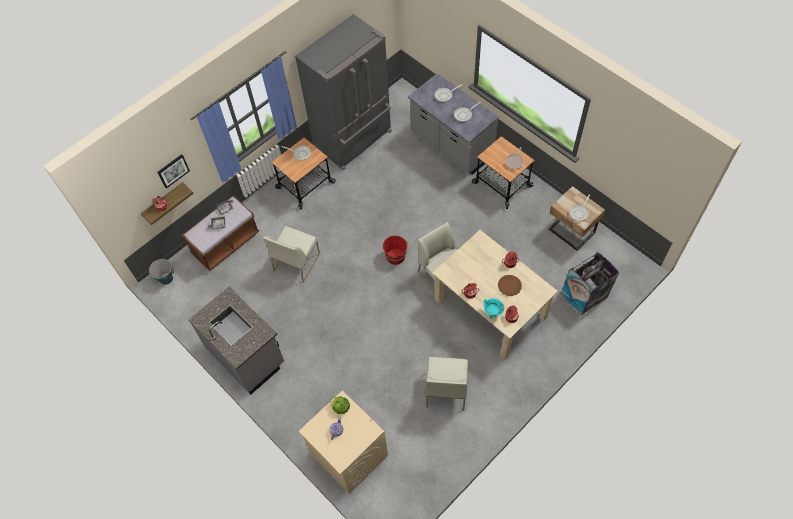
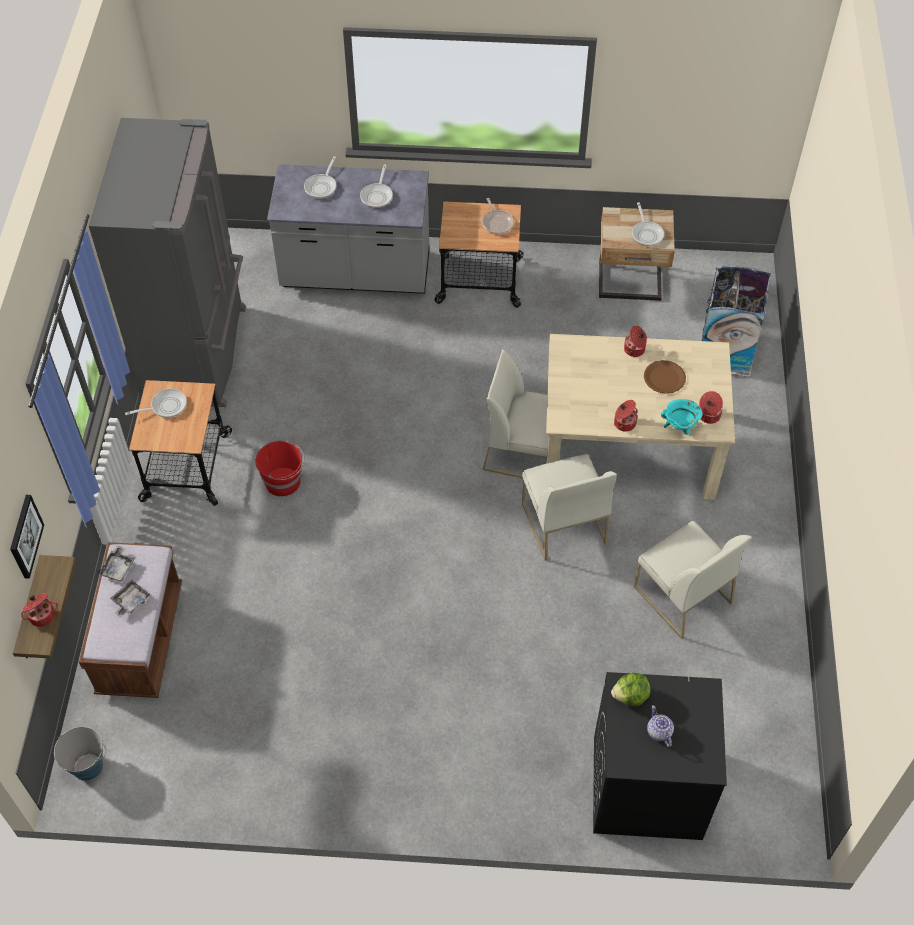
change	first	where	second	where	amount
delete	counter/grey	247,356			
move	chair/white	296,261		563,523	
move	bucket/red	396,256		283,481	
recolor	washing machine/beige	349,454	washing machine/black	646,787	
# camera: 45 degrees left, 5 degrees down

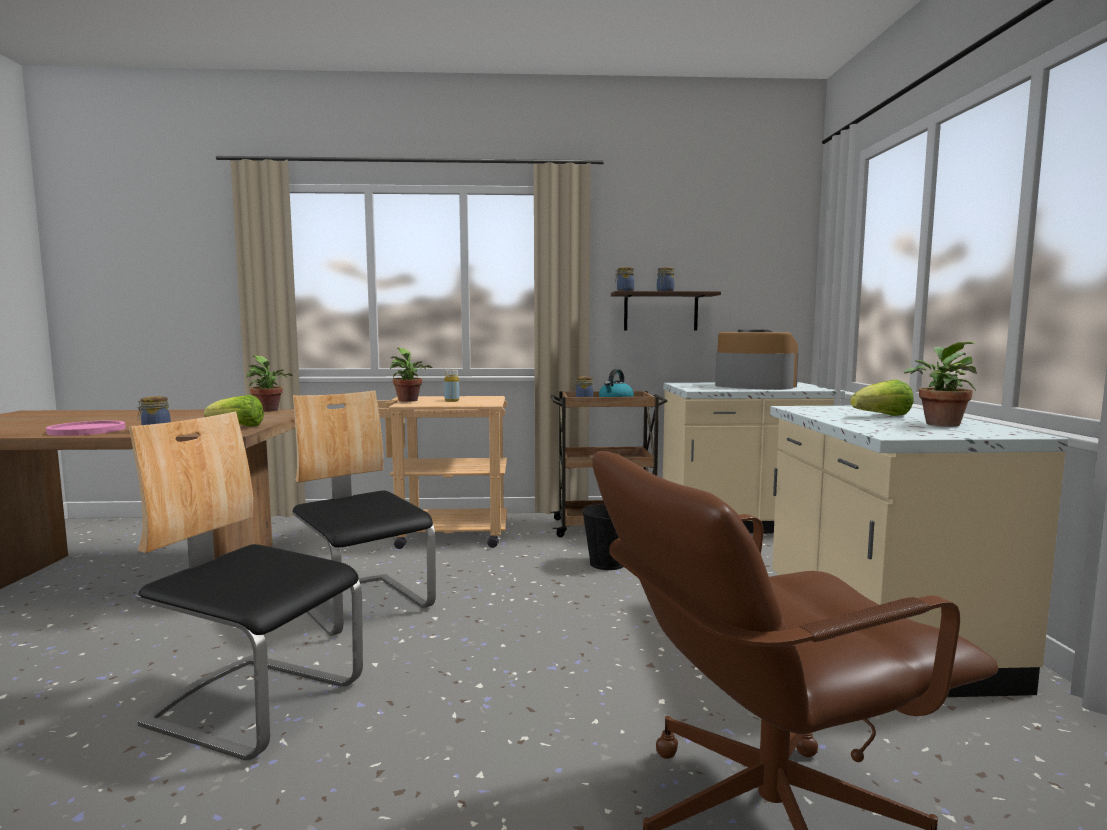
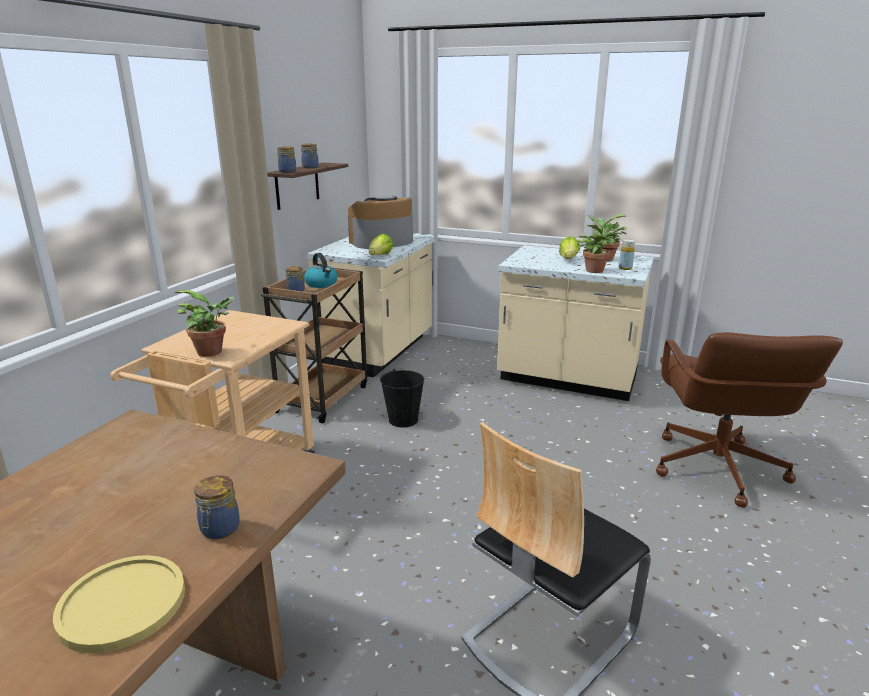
change	first	where	second	where	amount
delete	chair	364,604			
move	lettuce	238,427		380,256	
move	potted plant	268,411		596,270	
move	bottle/yellow	452,401		625,268	
recolor	plate/pink	87,430	plate/yellow	122,604	
# camera: 65 degrees left, 15 degrees up

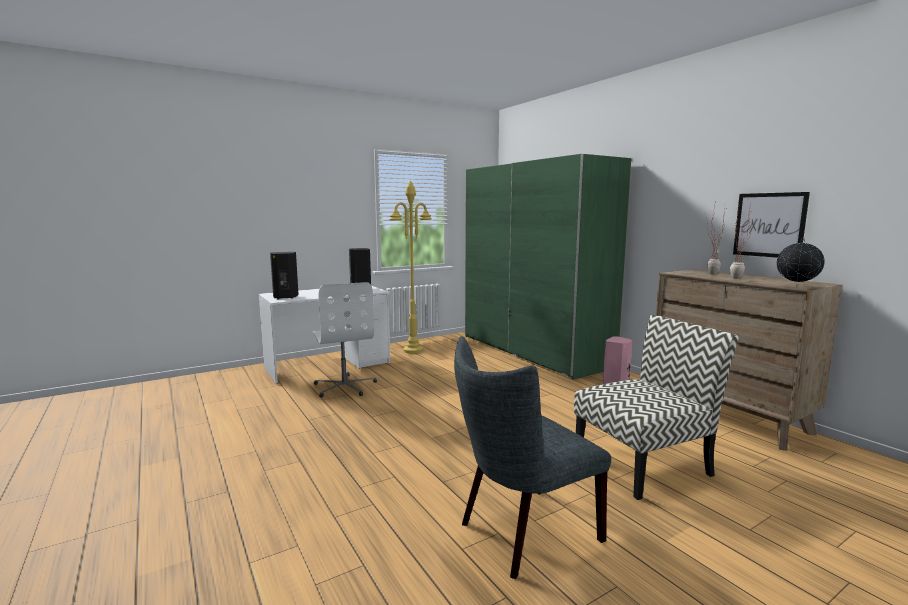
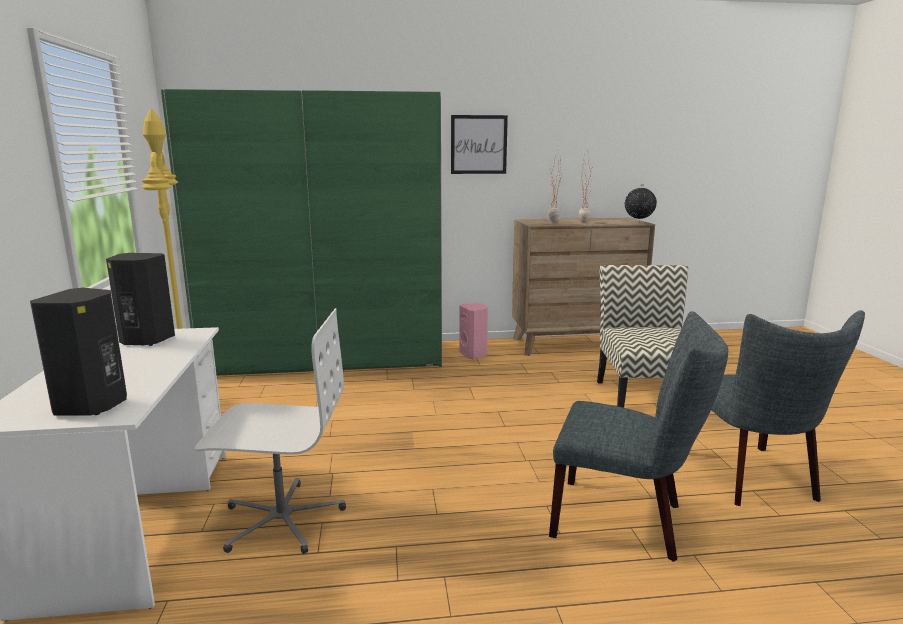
change	first	where	second	where	amount
insert			chair/grey	626,520	
move	picture	769,225		478,144	
# camera: 65 degrees left, 5 degrees up

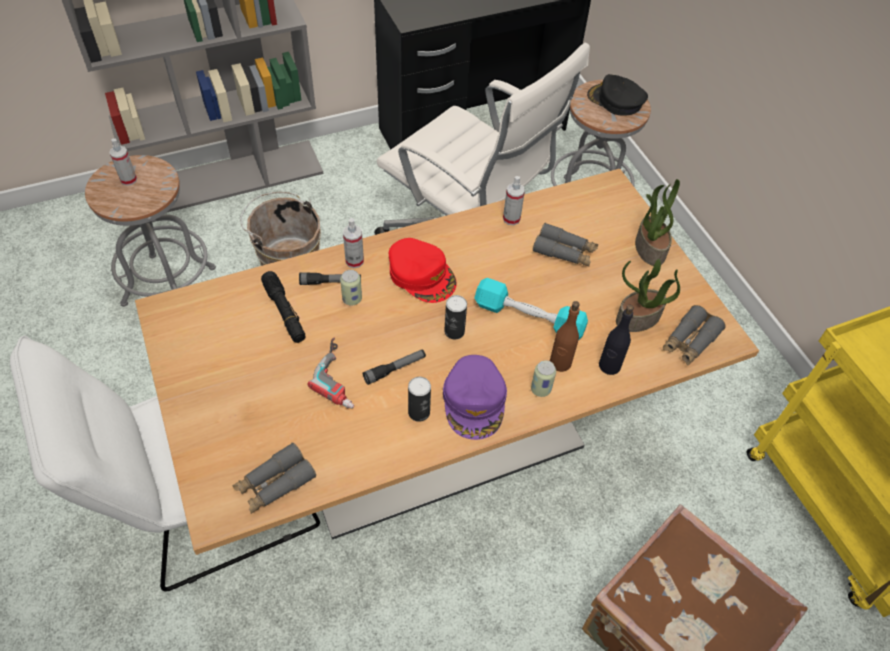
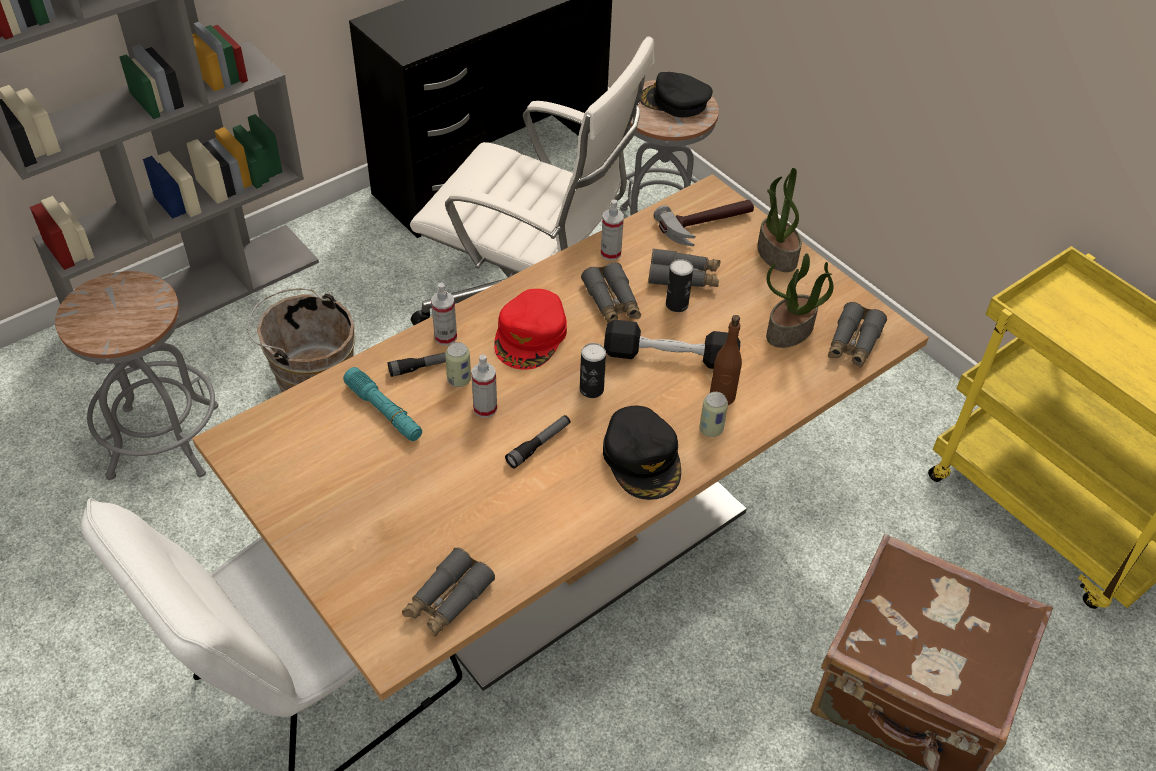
change	first	where	second	where	amount
delete	power drill	342,376			
delete	bottle/black	609,366			
insert			binoculars/grey	612,302	
insert			hammer	707,226	
move	spray bottle	128,180		485,408	
move	can	419,412		677,304	
recolor	flashlight/black	284,312	flashlight/turquoise	384,411	
recolor	cap/purple	475,401	cap/black	643,458	
recolor	dumbbell/turquoise	529,318	dumbbell/black	670,357	
rotate	cap/red	422,275		531,336	75 degrees clockwise
# camera: 15 degrees left, 5 degrees down

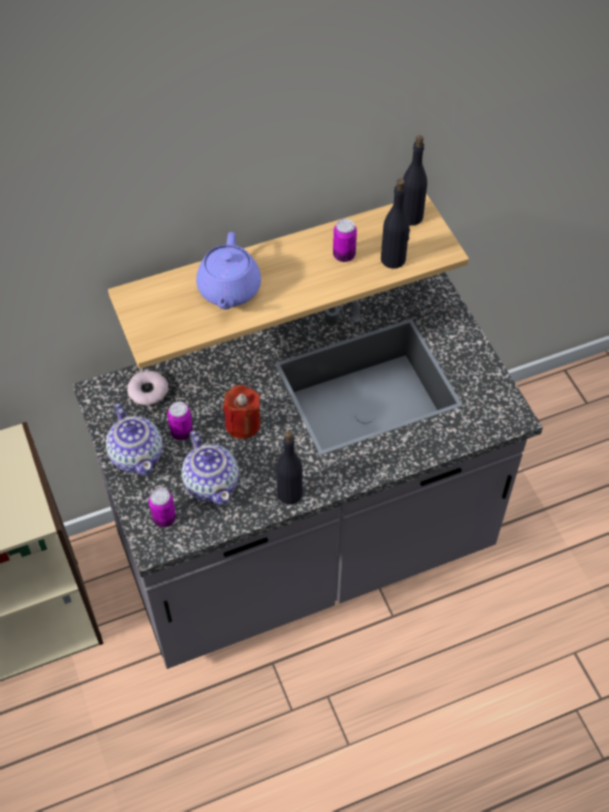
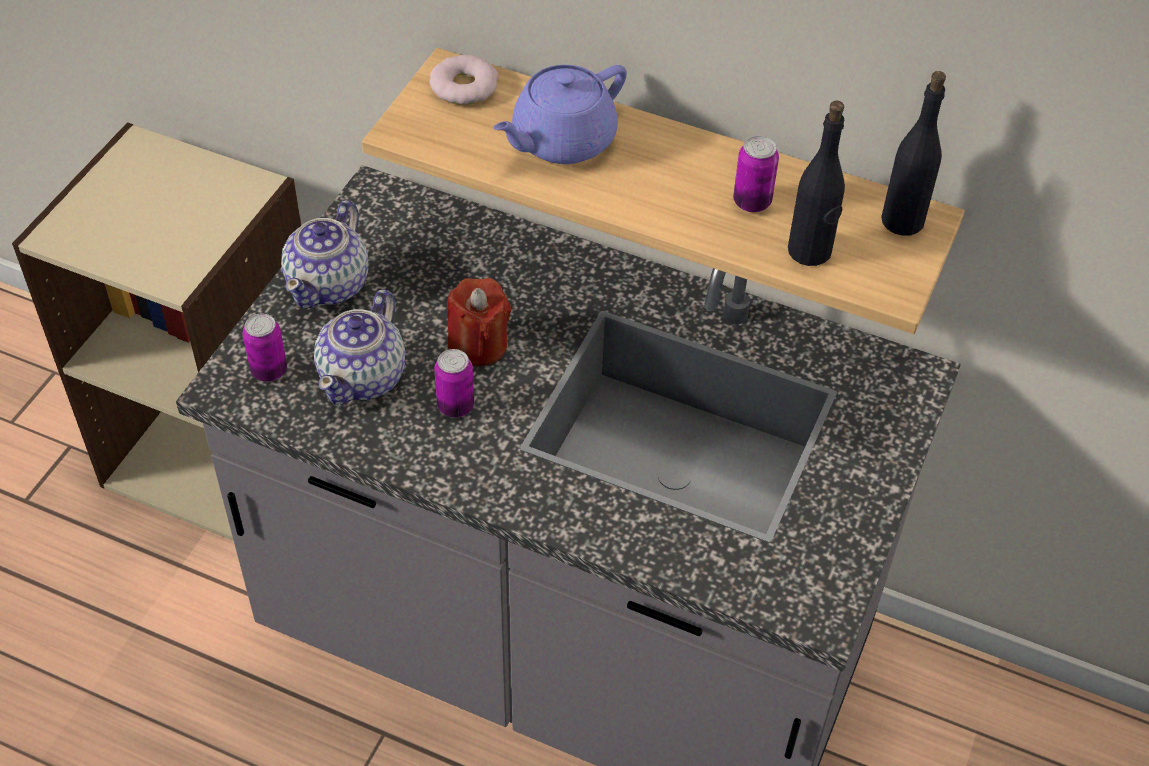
change	first	where	second	where	amount
delete	bottle/black	289,494			
move	donut	148,391		464,86	
move	can	182,433		455,406	
# camera: 45 degrees right, 5 degrees down

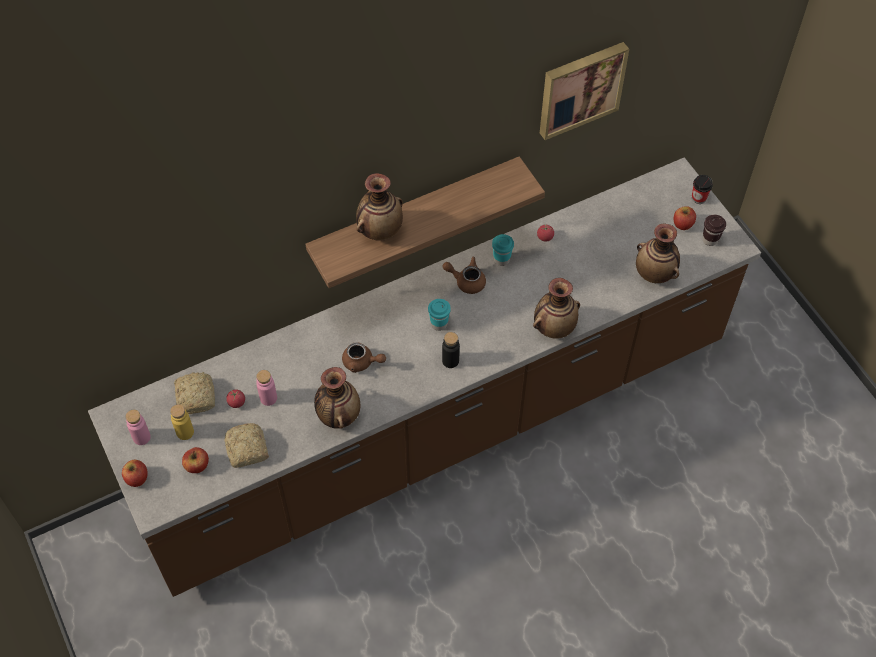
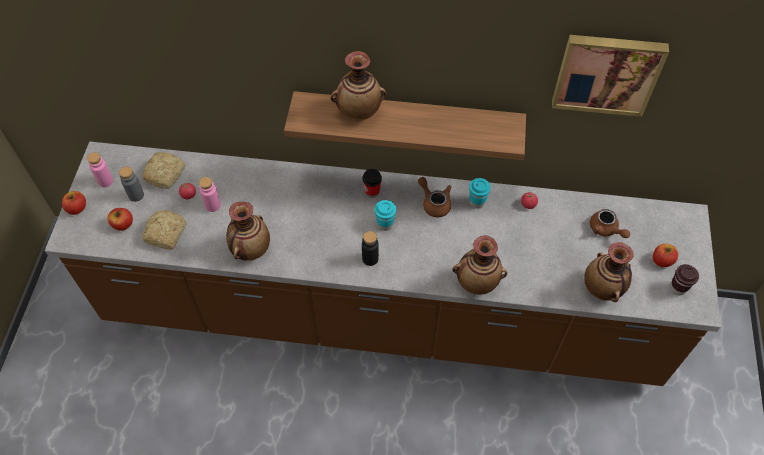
change	first	where	second	where	amount
move	teapot/brown	362,363		605,230	
move	cup	698,198		372,191	
recolor	bottle/yellow	185,432	bottle/grey	136,195	
# camera: 35 degrees right, 0 degrees up

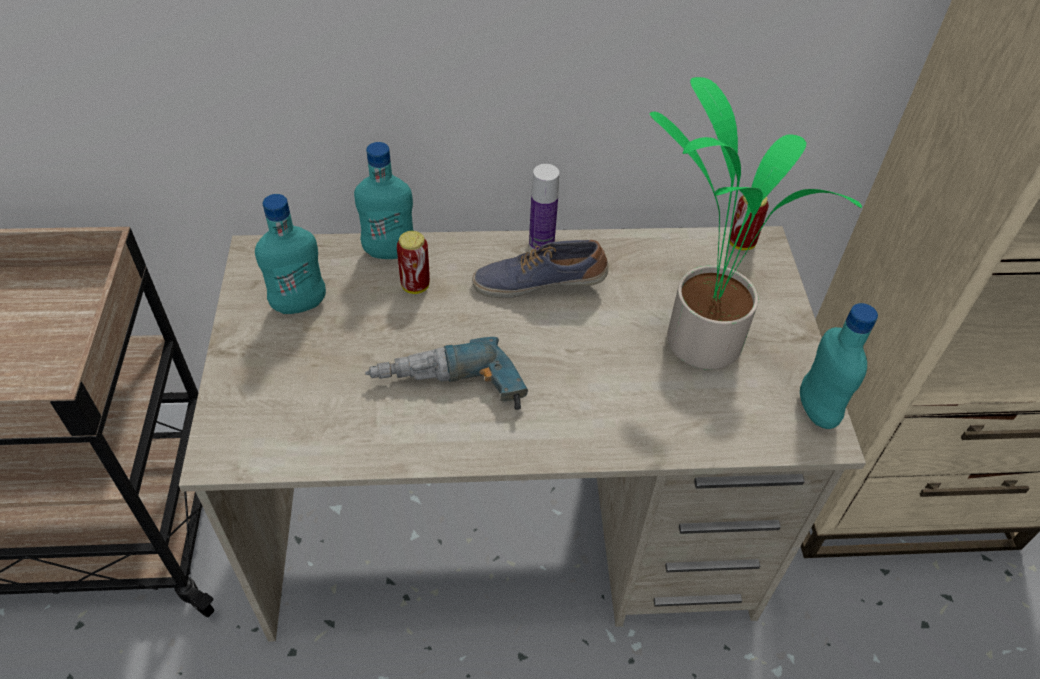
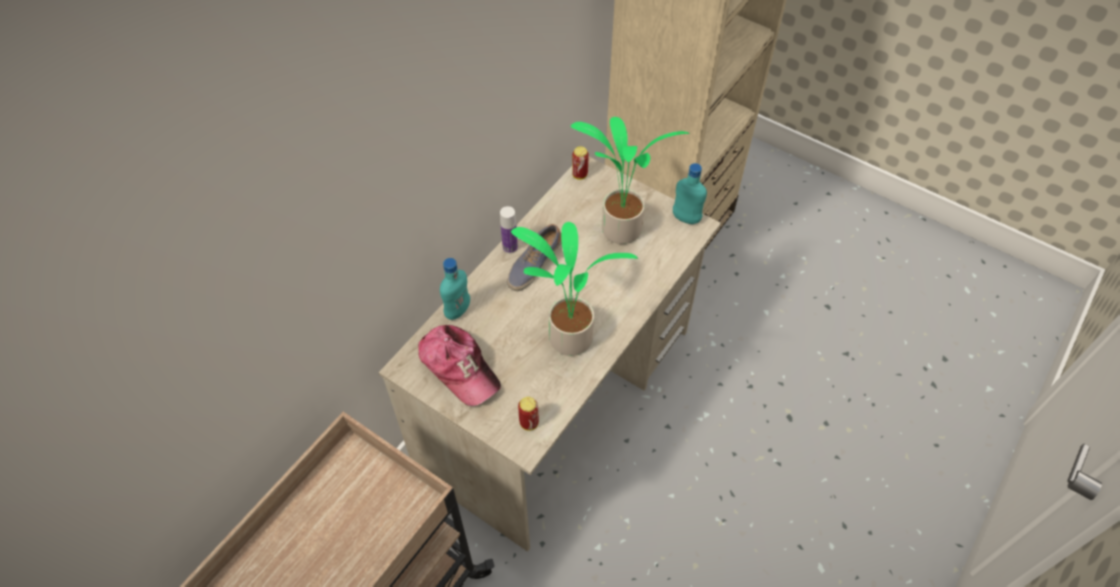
change	first	where	second	where	amount
move	can	415,285		529,423	
replace	bottle/turquoise	299,304	cap	459,367	
replace	power drill	447,394	potted plant	567,339	
# camera: 50 degrees left, 5 degrees up

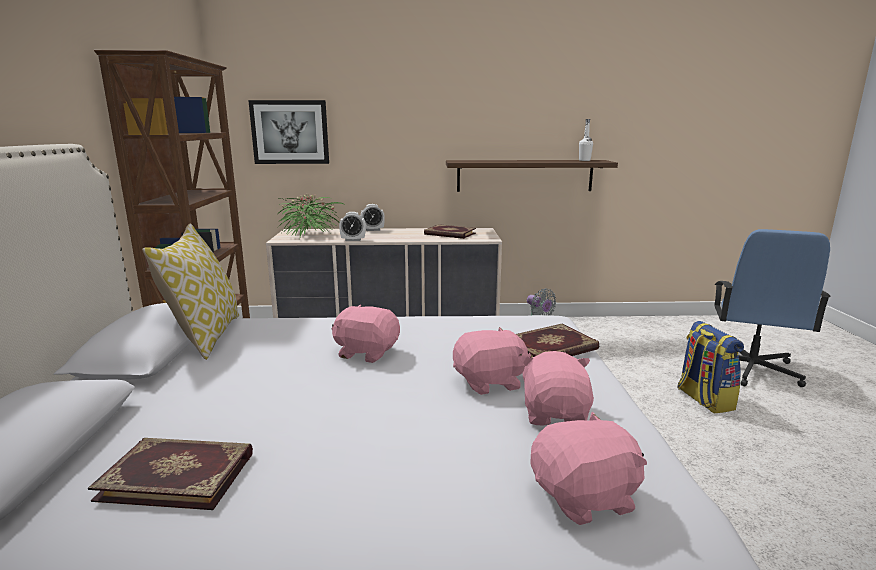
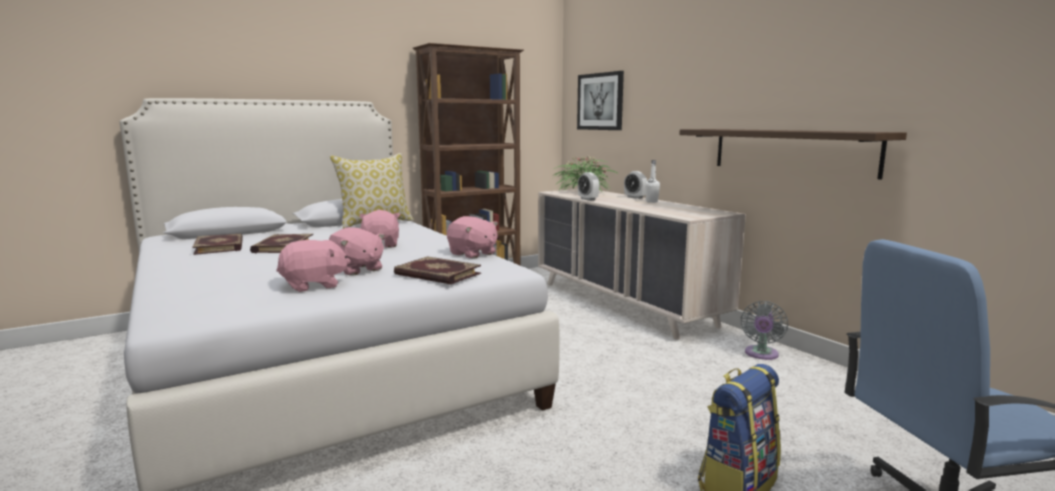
change	first	where	second	where	amount
move	book	449,234		282,246	
move	plush toy/pink	585,497		472,254	
move	bottle/white	584,160		651,201	
# camera: 60 degrees right, 5 degrees down

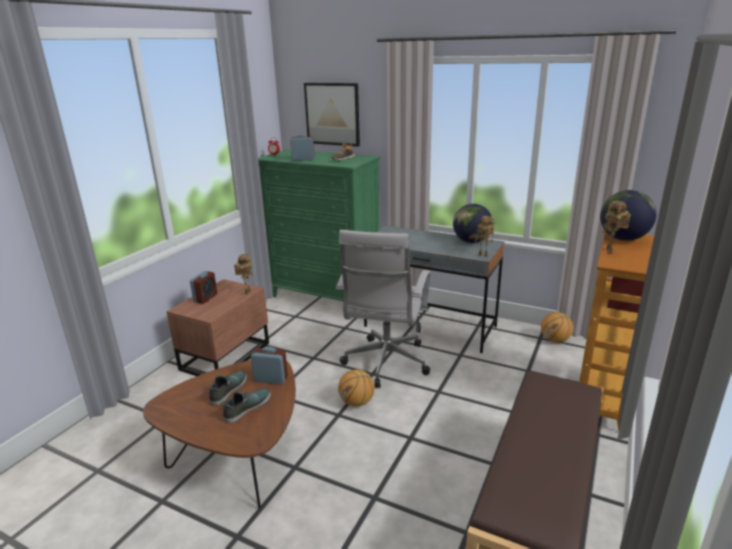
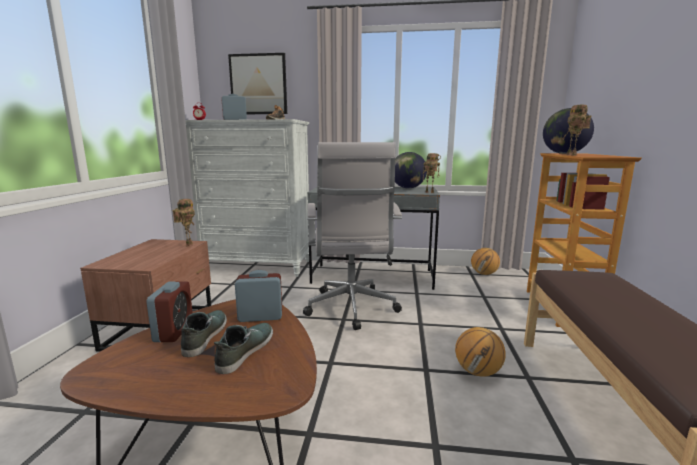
change	first	where	second	where	amount
move	alarm clock	205,298		174,331	
move	basketball	357,402		478,372	
recolor	dresser/green	326,296	dresser/white	257,266	
# camera: 20 degrees left, 10 degrees down

